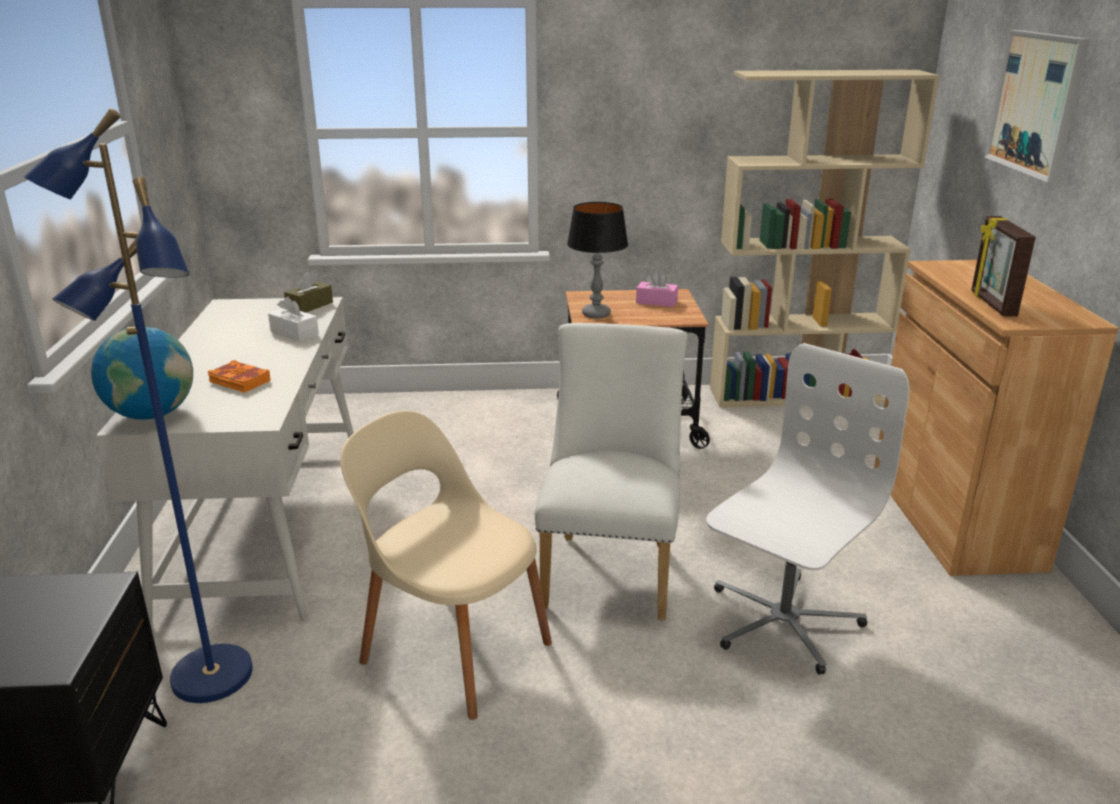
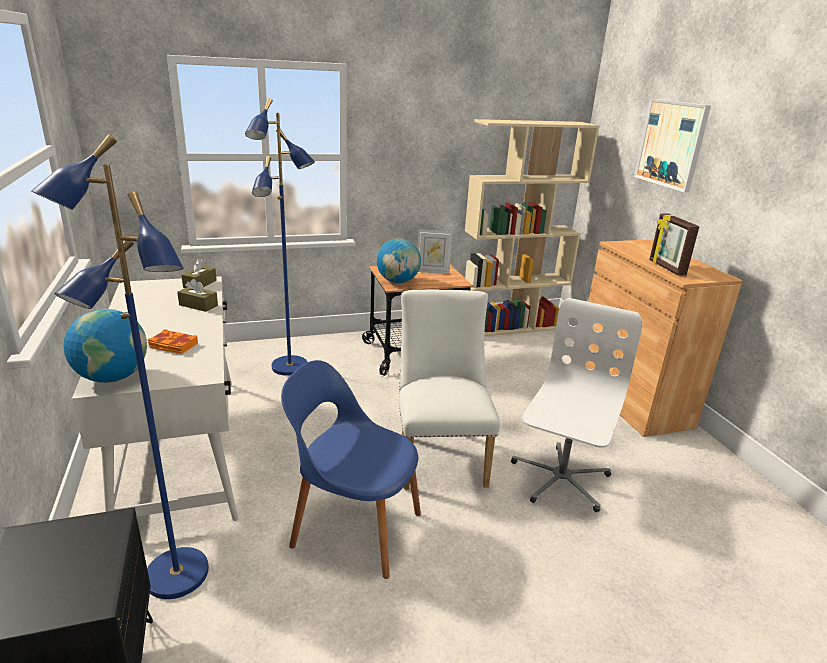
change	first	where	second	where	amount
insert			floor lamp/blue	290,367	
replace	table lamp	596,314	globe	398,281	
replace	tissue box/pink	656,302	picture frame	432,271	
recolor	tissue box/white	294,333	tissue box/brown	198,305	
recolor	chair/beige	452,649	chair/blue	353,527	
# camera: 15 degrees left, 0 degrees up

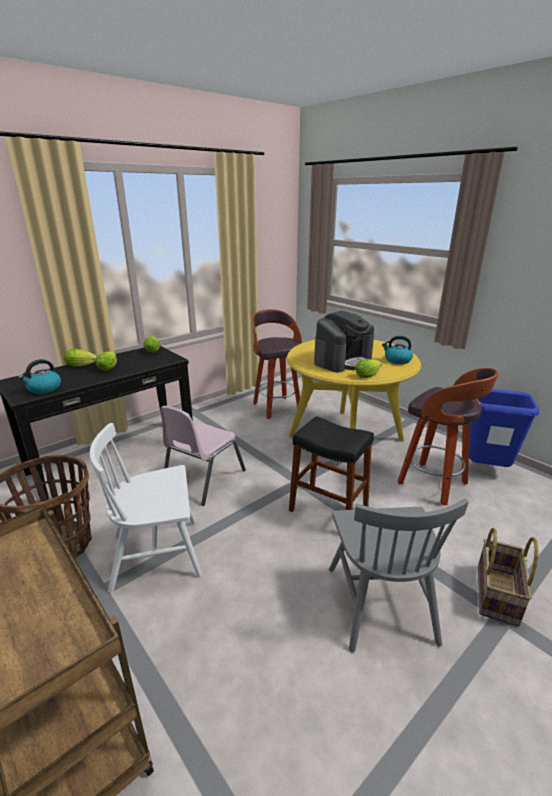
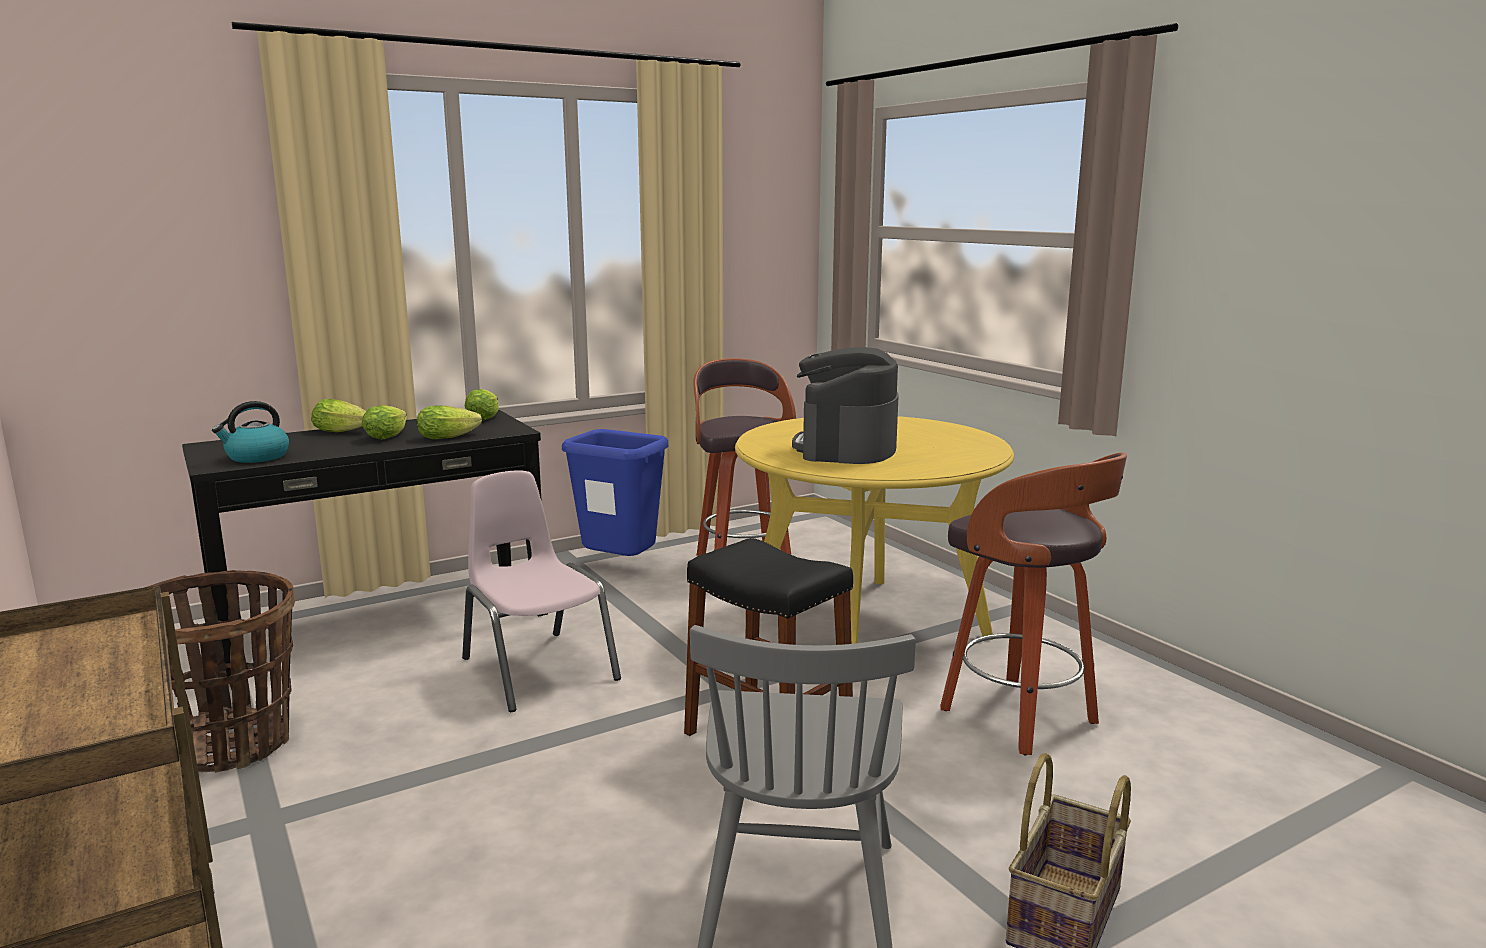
change	first	where	second	where	amount
delete	chair/white	157,554			
delete	kettle	397,360			
move	lettuce	369,375		451,436	
move	trash can/blue	486,470		620,568	
rotate	chair/pink	203,479		538,669	105 degrees clockwise
rotate	coffee machine	343,361		846,448	135 degrees clockwise
# camera: 10 degrees right, 10 degrees down

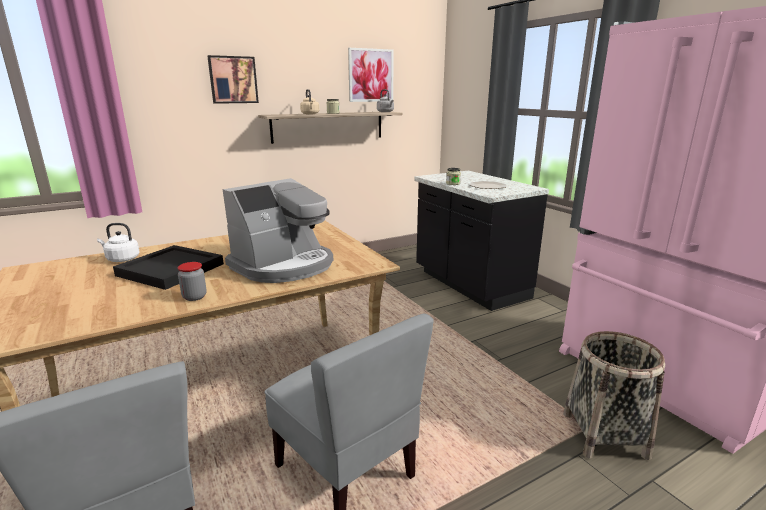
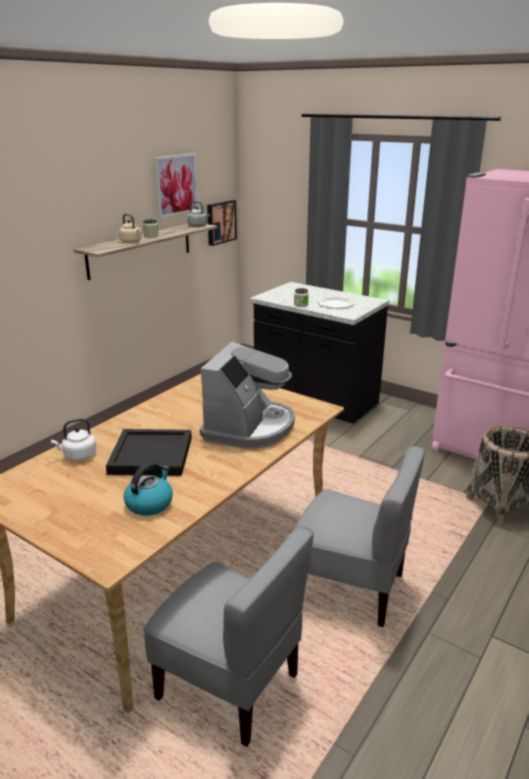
change	first	where	second	where	amount
delete	jar	194,297			
insert			kettle	149,503	
move	picture	233,80		220,222	
# camera: 25 degrees left, 5 degrees up

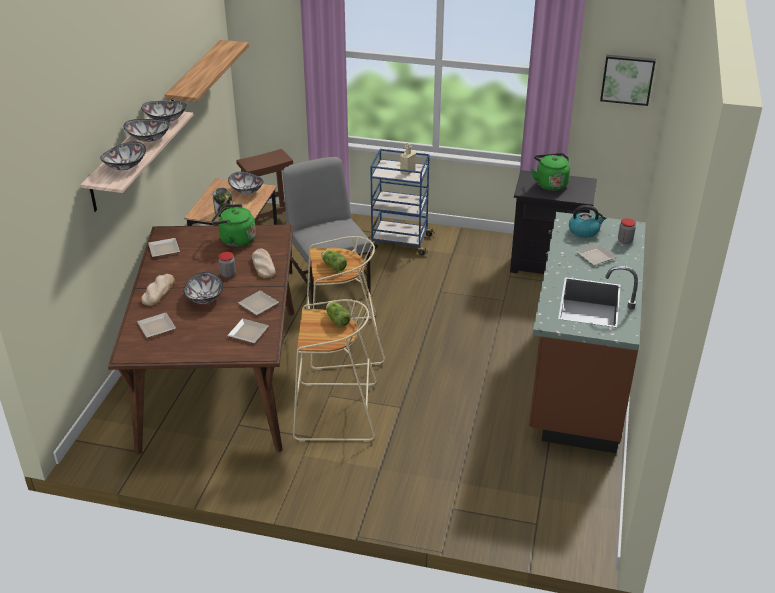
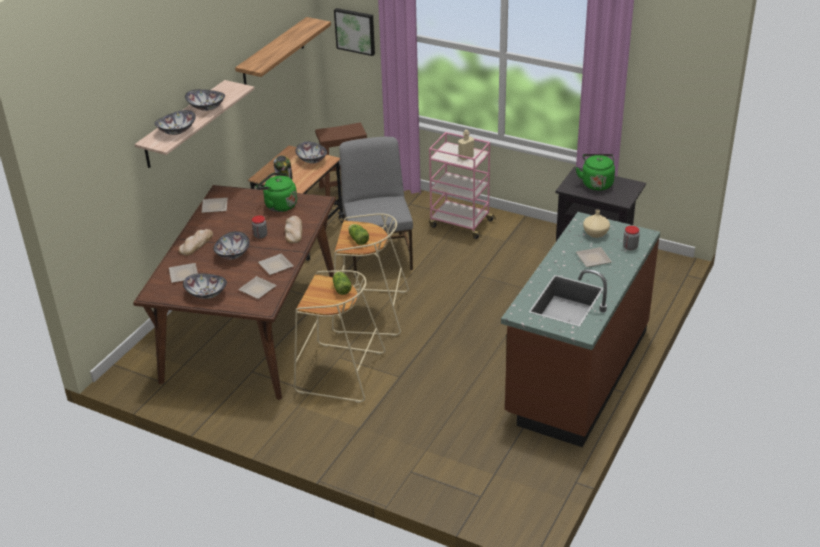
change	first	where	second	where	amount
move	bowl	166,119		207,293	
move	picture	627,79		355,31	
replace	kettle	584,231	vase/beige	595,233	
recolor	cart/blue	400,242	cart/pink	460,223	
# camera: 15 degrees right, 0 degrees up

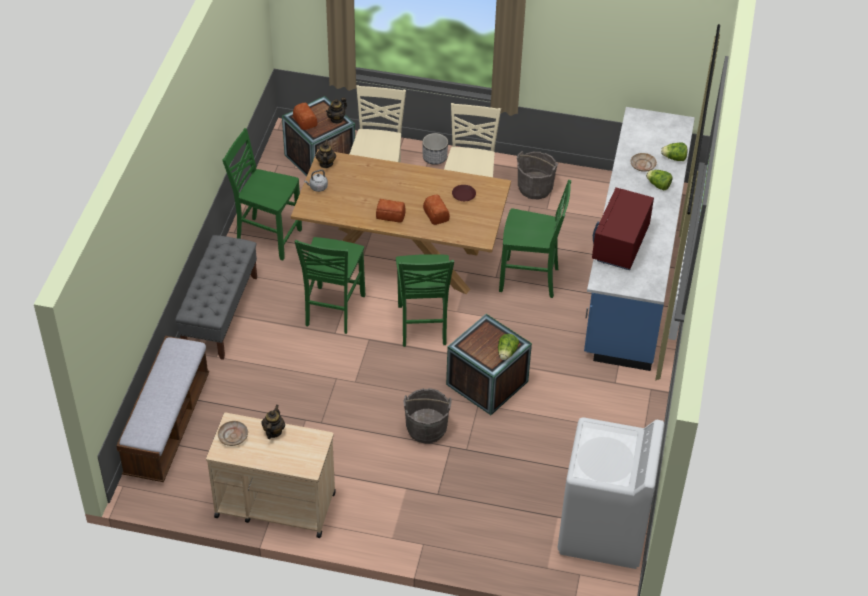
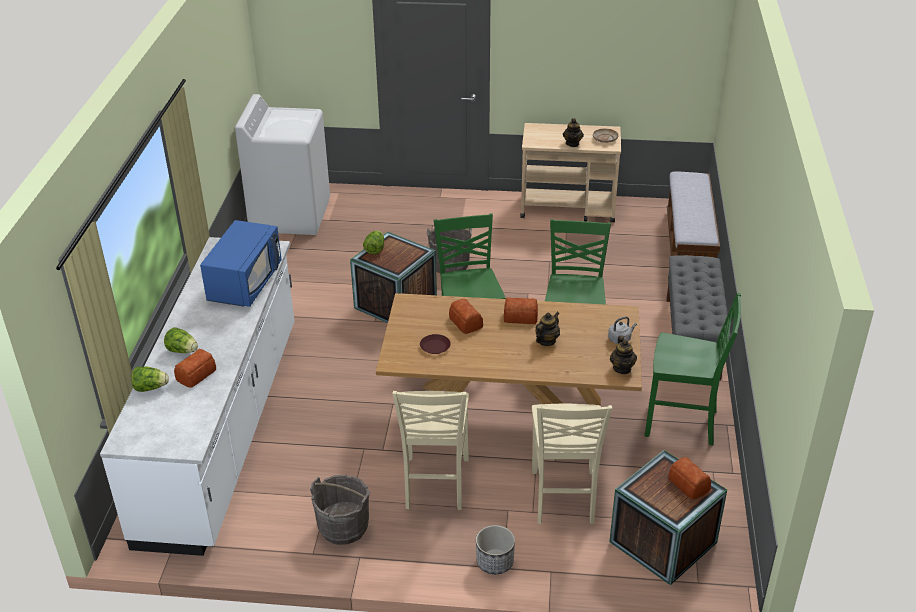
change	first	where	second	where	amount
delete	chair/green	530,279			
move	teapot	337,119		546,341	
replace	plate/beige	642,165	bread	197,374	
recolor	counter/blue	632,269	counter/white	223,429	
recolor	microwave/red	620,244	microwave/blue	245,283	
# camera: 175 degrees right, 10 degrees down

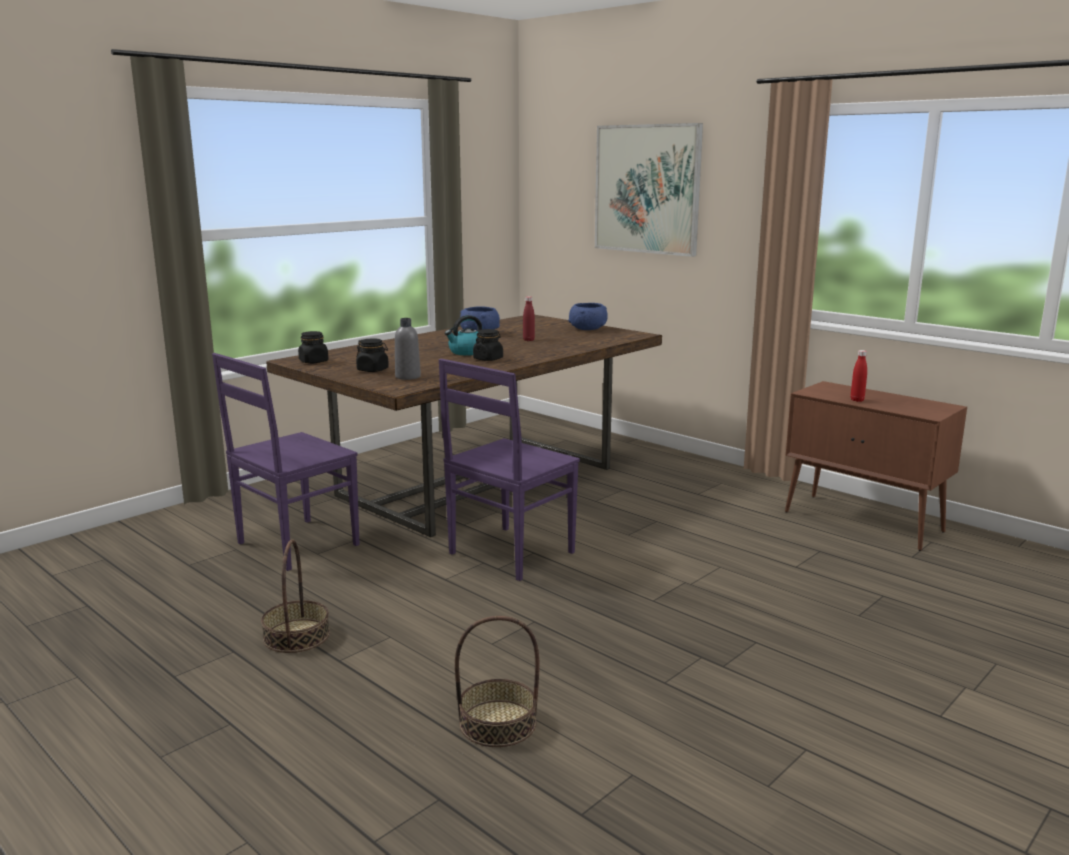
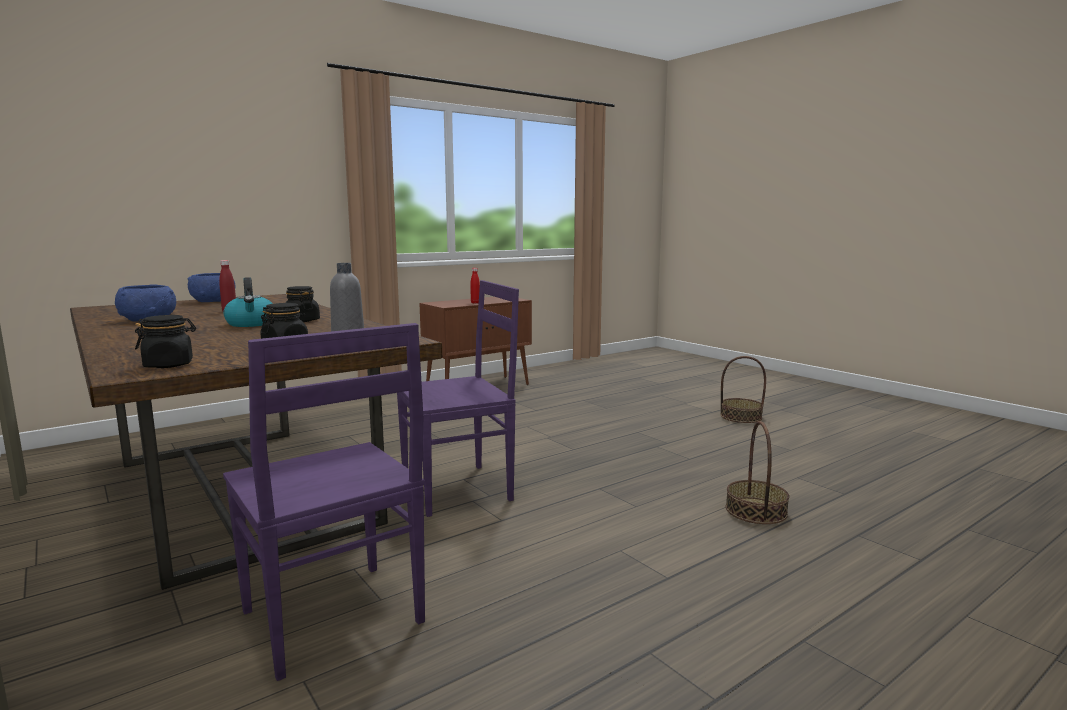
change	first	where	second	where	amount
delete	picture	647,189			
move	basket	296,636		741,417	
rotate	chair/purple	509,554		460,489	75 degrees counterclockwise
# camera: 80 degrees left, 5 degrees down

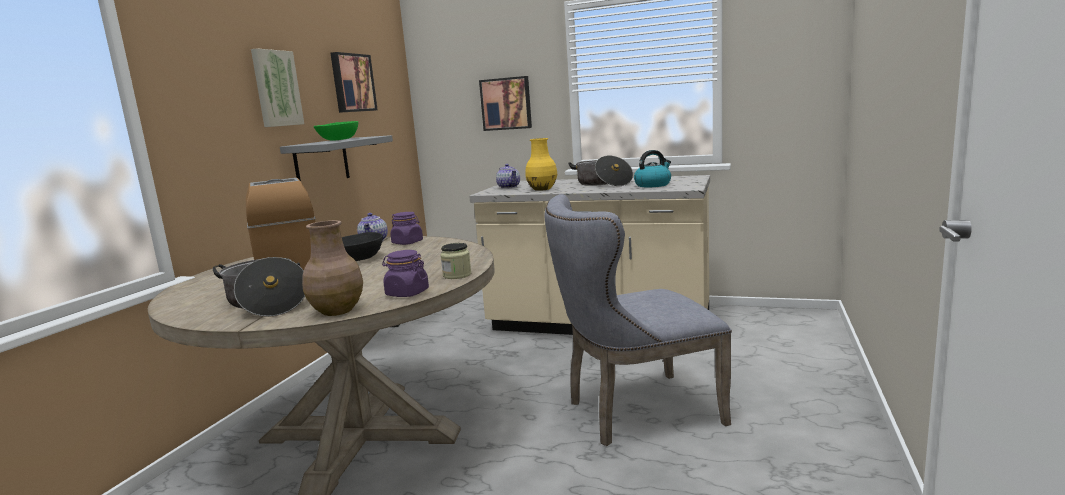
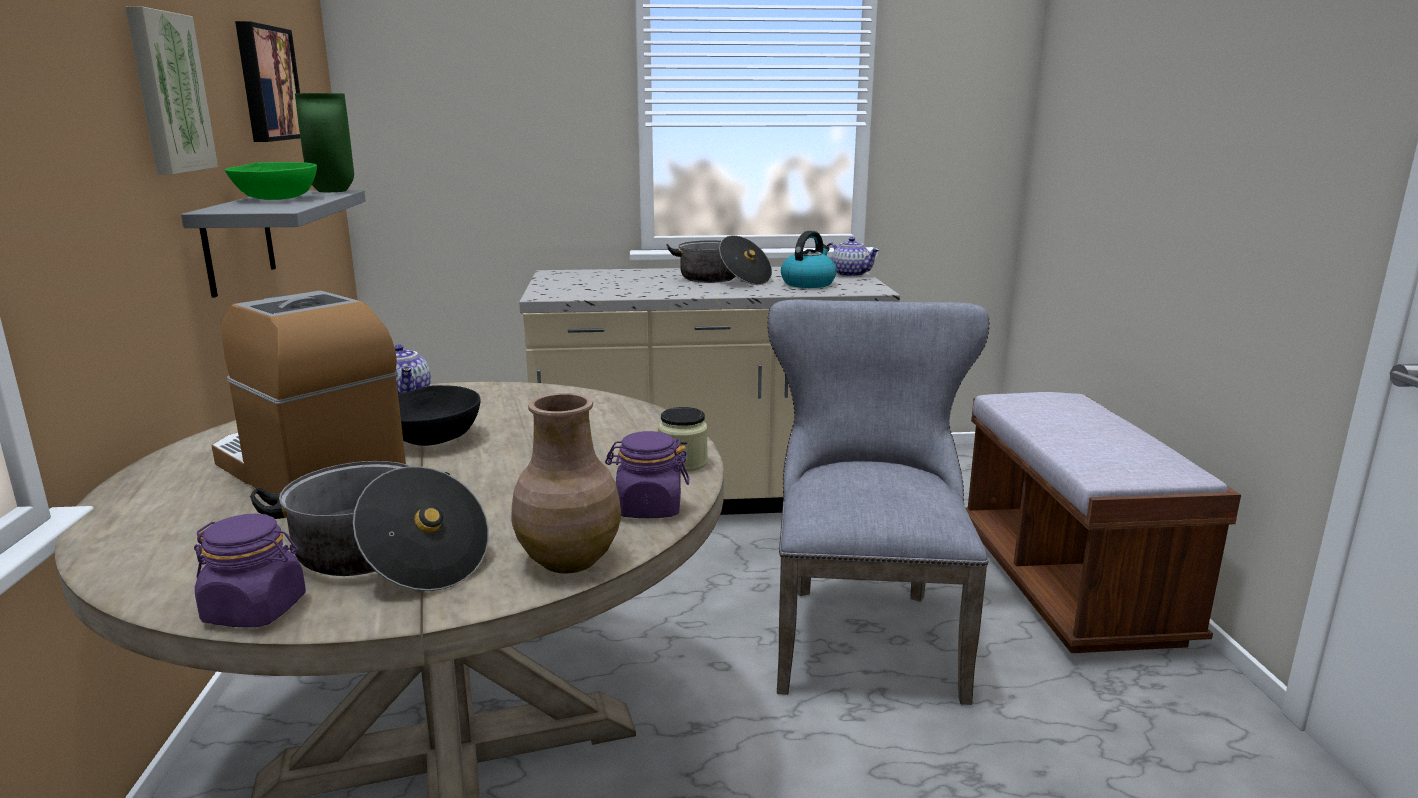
change	first	where	second	where	amount
delete	picture	506,103			
delete	vase/yellow	541,189			
insert			vase/green	333,191	
insert			bench/brown	1068,584	
move	jar/purple	407,242		256,610	
move	teapot	509,187		850,274	
rotate	chair/grey	634,412		863,632	135 degrees clockwise
# camera: 25 degrees left, 5 degrees up

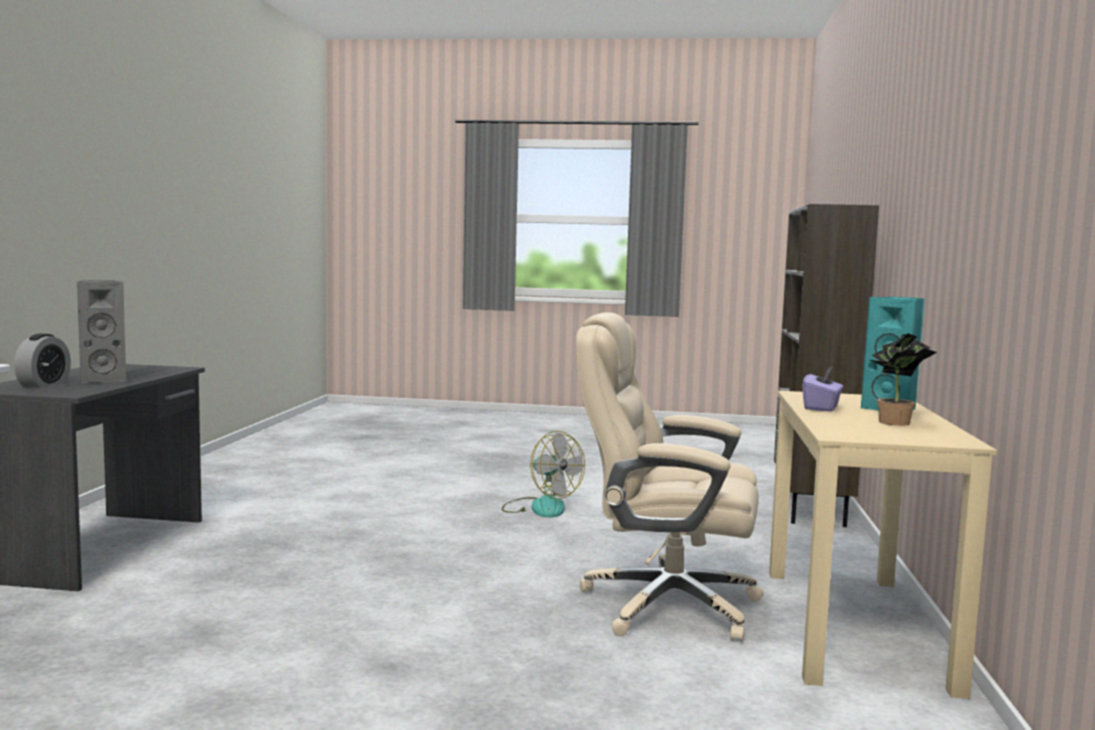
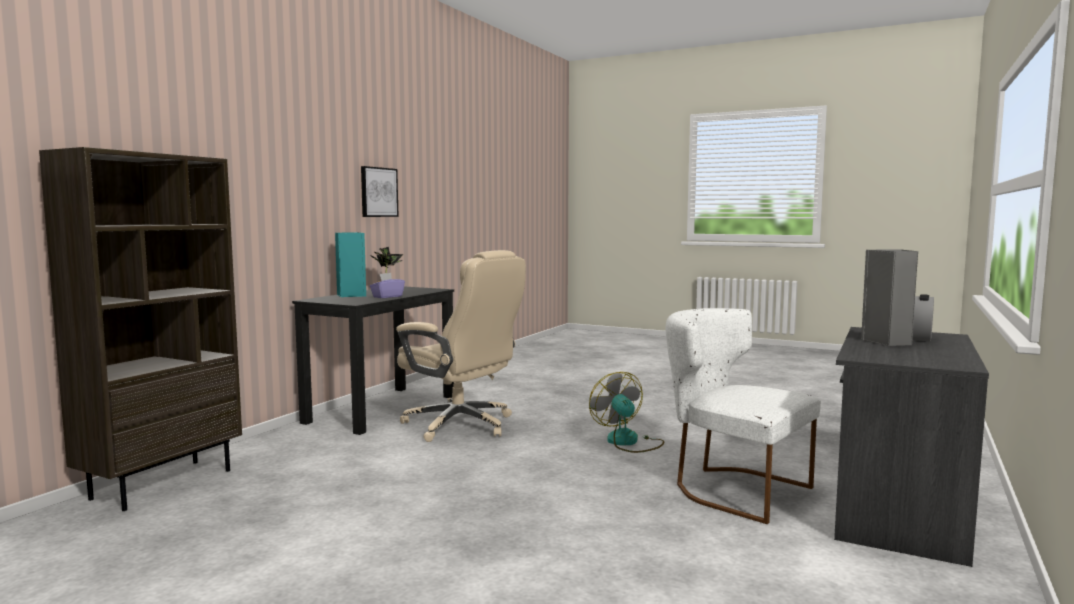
change	first	where	second	where	amount
insert			picture	378,192	
insert			chair/white	733,489	
move	fan	540,507		628,442	
recolor	desk/beige	854,626	desk/black	382,409	
# camera: 160 degrees left, 0 degrees up

